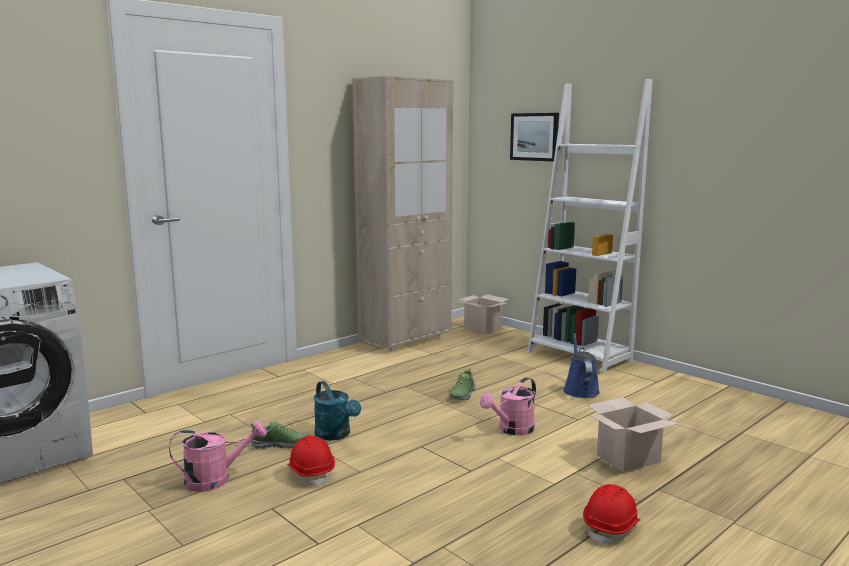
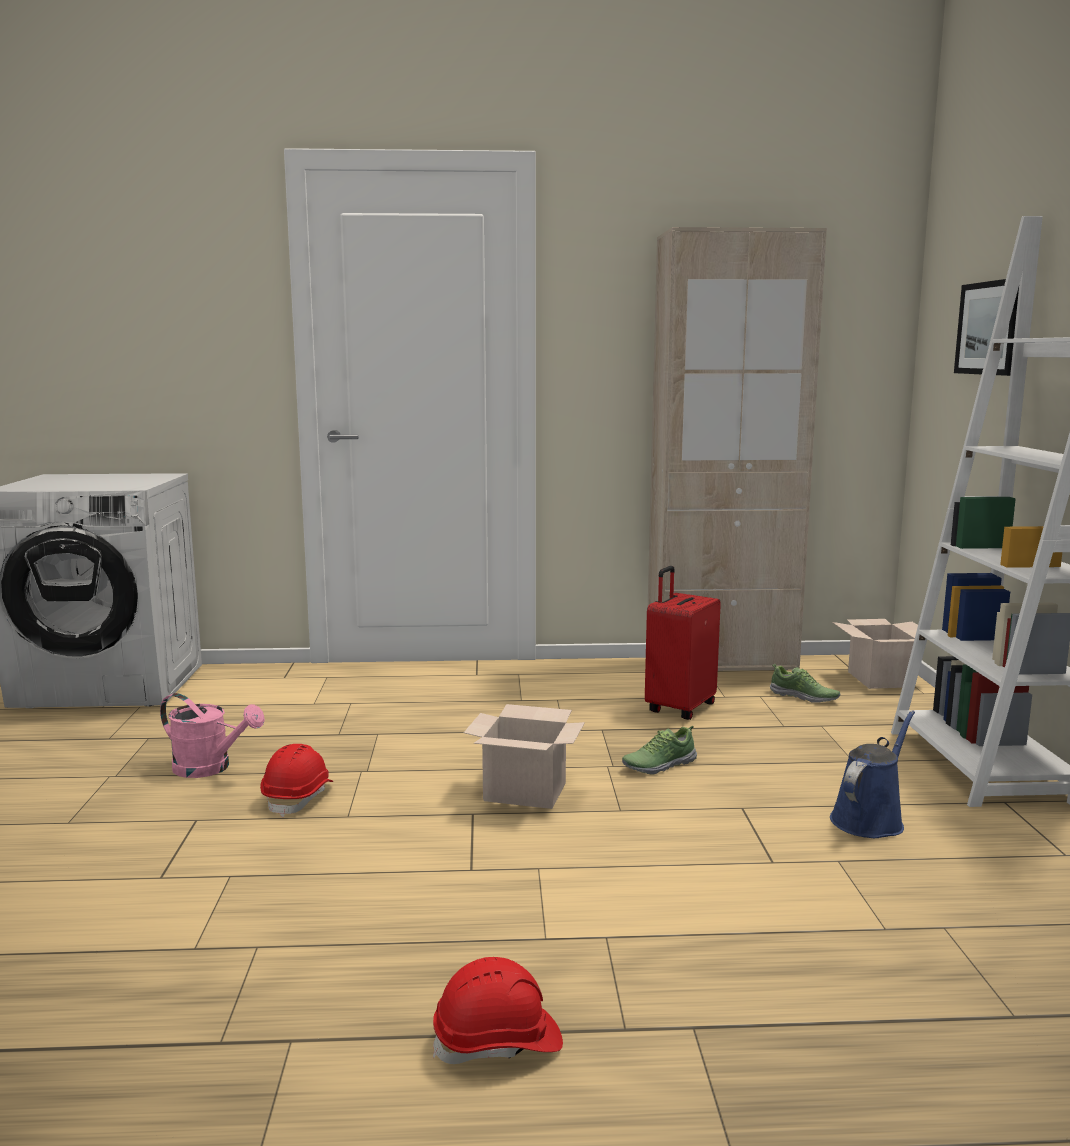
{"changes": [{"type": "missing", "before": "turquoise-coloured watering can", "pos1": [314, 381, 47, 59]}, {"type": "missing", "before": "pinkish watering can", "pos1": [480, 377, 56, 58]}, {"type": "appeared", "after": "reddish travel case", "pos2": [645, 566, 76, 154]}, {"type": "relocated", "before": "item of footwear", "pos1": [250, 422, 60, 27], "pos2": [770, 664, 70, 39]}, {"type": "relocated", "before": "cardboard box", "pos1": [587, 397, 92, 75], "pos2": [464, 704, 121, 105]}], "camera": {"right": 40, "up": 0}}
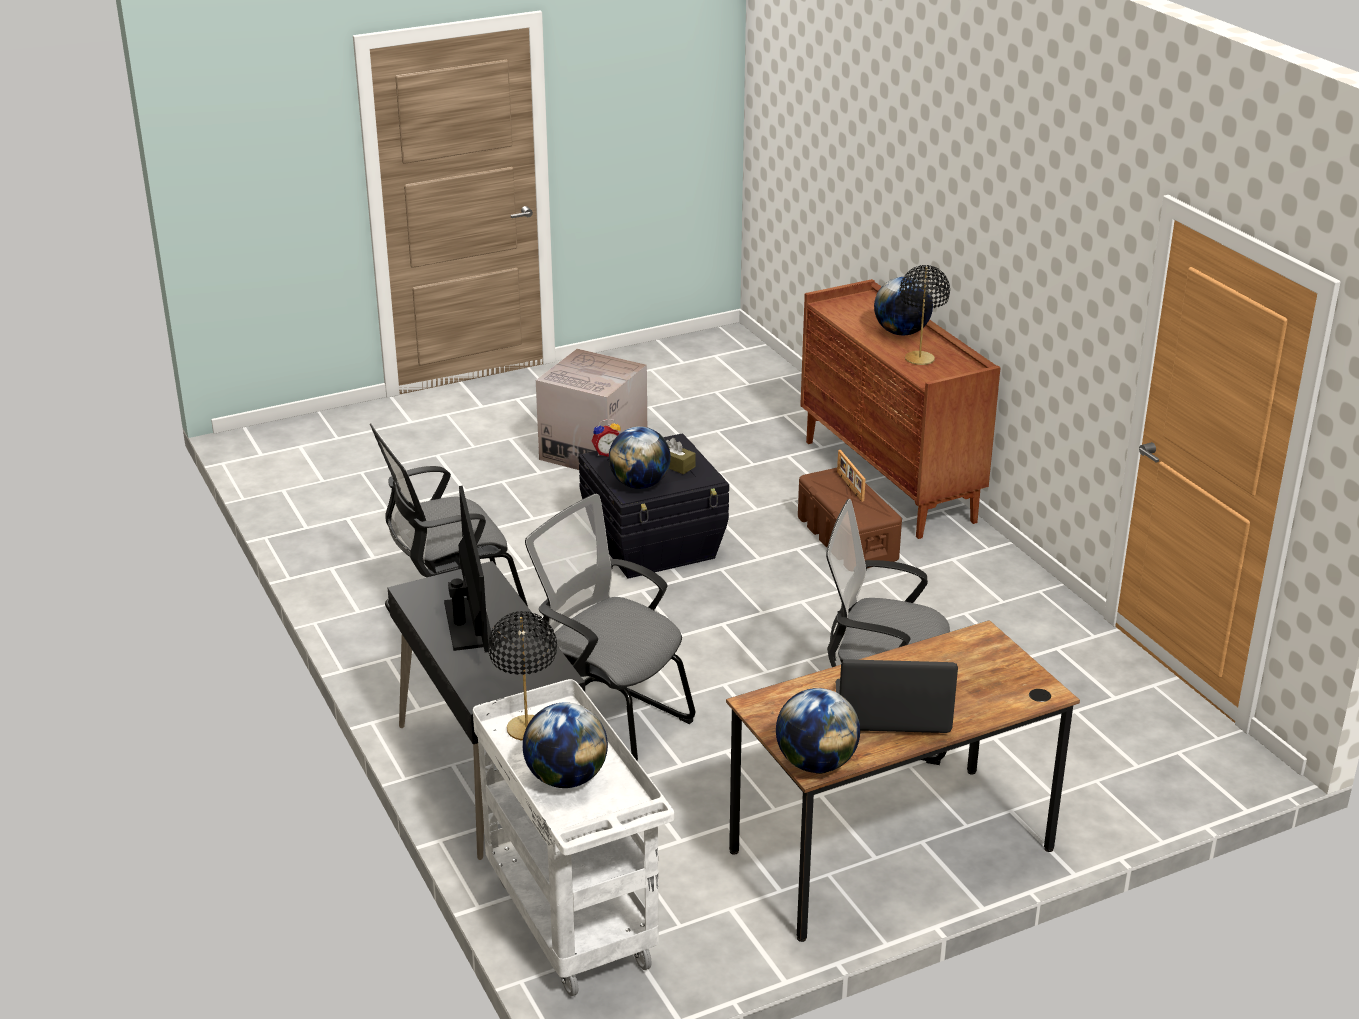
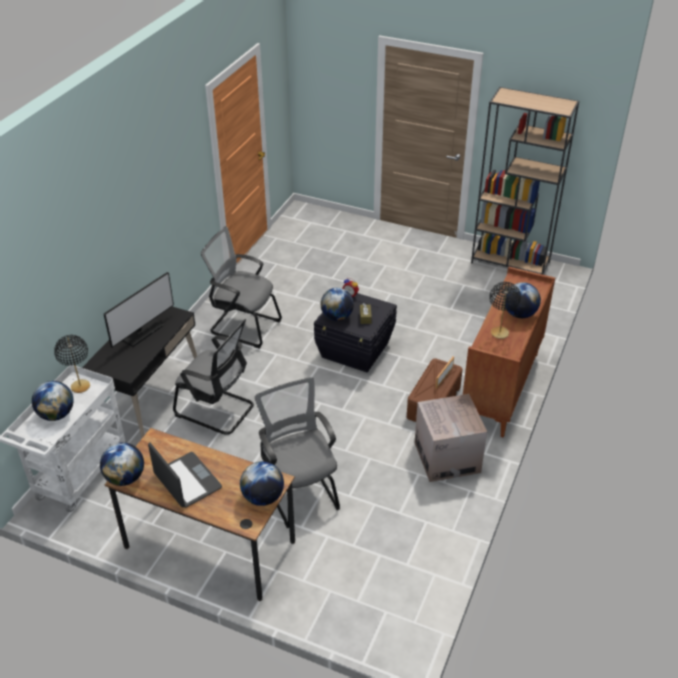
{"changes": [{"type": "appeared", "after": "desk globe", "pos2": [240, 461, 44, 45]}, {"type": "appeared", "after": "shelving unit", "pos2": [471, 87, 108, 188]}, {"type": "relocated", "before": "cardboard box", "pos1": [536, 349, 111, 121], "pos2": [415, 394, 72, 88]}, {"type": "spun", "before": "upright chair", "pos1": [525, 494, 170, 267], "pos2": [173, 319, 81, 116], "turn": 120}], "camera": {"right": 50, "up": 10}}
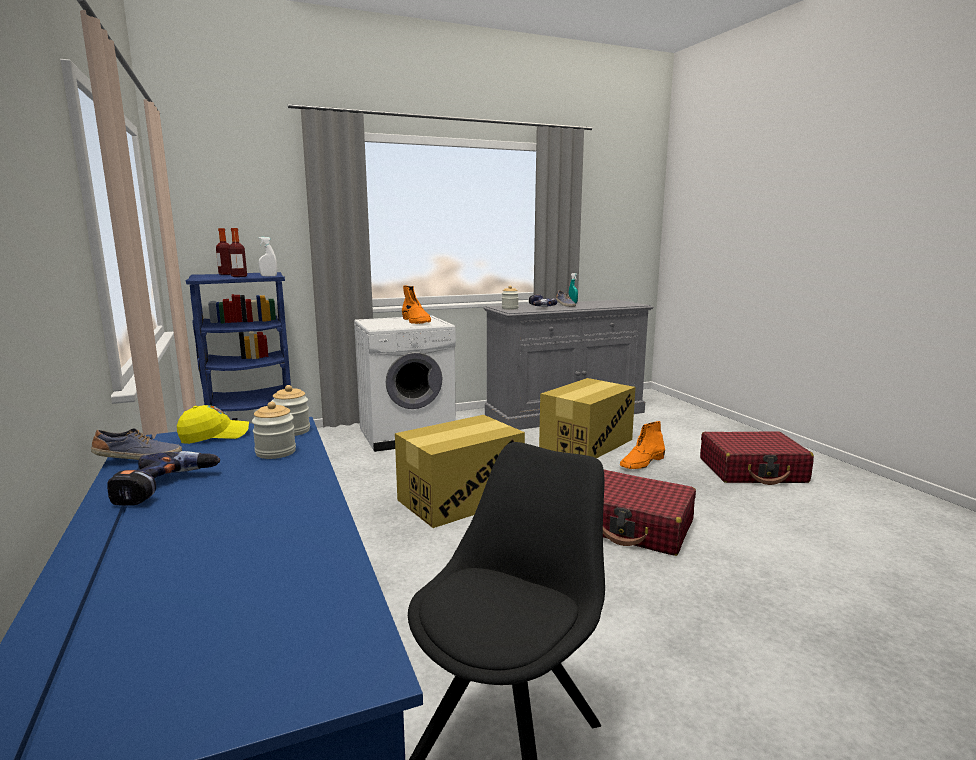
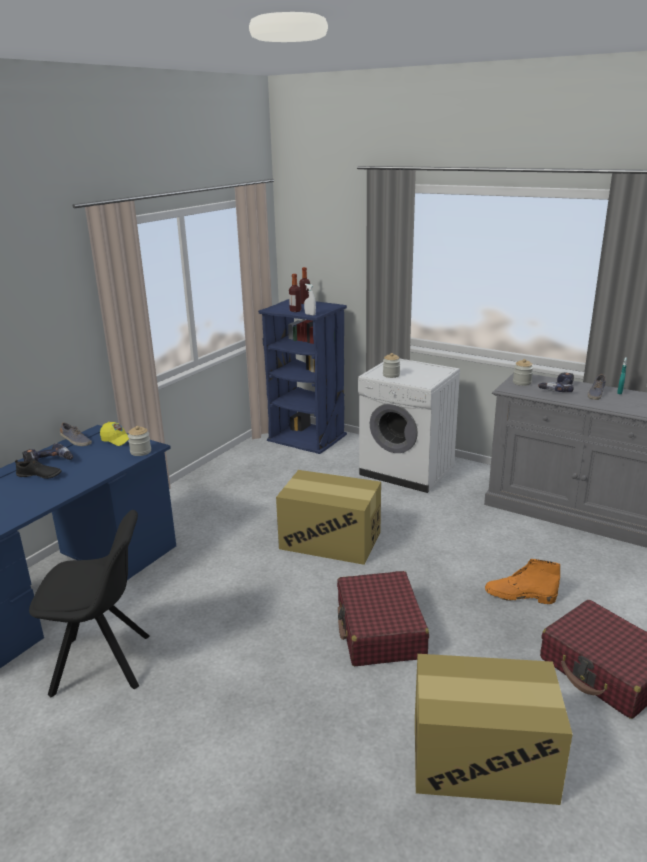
{"changes": [{"type": "missing", "before": "orange-coloured high-top boot", "pos1": [402, 285, 29, 39]}, {"type": "appeared", "after": "blackish item of footwear", "pos2": [15, 459, 47, 20]}, {"type": "relocated", "before": "jar", "pos1": [252, 402, 44, 57], "pos2": [383, 353, 17, 25]}, {"type": "relocated", "before": "cardboard box", "pos1": [539, 378, 96, 80], "pos2": [415, 654, 158, 151]}], "camera": {"right": 55, "up": 10}}
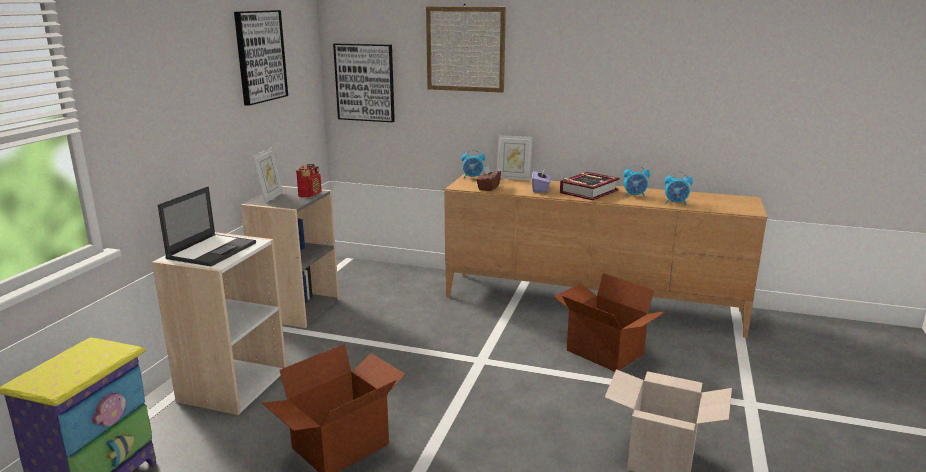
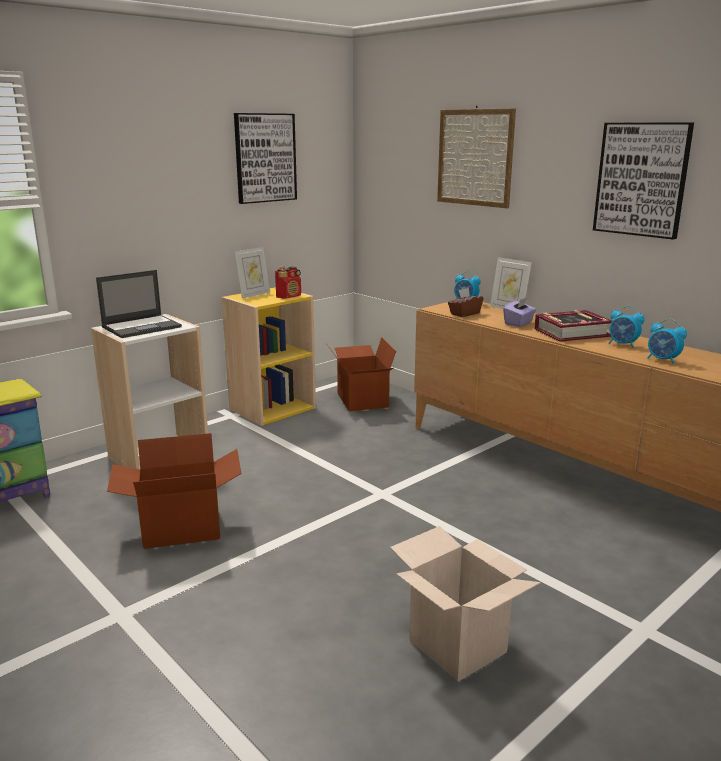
{"changes": [{"type": "relocated", "before": "wall picture", "pos1": [333, 43, 62, 79], "pos2": [593, 122, 101, 118]}, {"type": "relocated", "before": "cardboard box", "pos1": [553, 273, 114, 99], "pos2": [327, 337, 69, 74]}, {"type": "colour", "before": "gray shelving unit", "after": "yellow shelving unit", "pos1": [240, 186, 99, 142], "pos2": [222, 287, 94, 139]}], "camera": {"right": 30, "up": 0}}
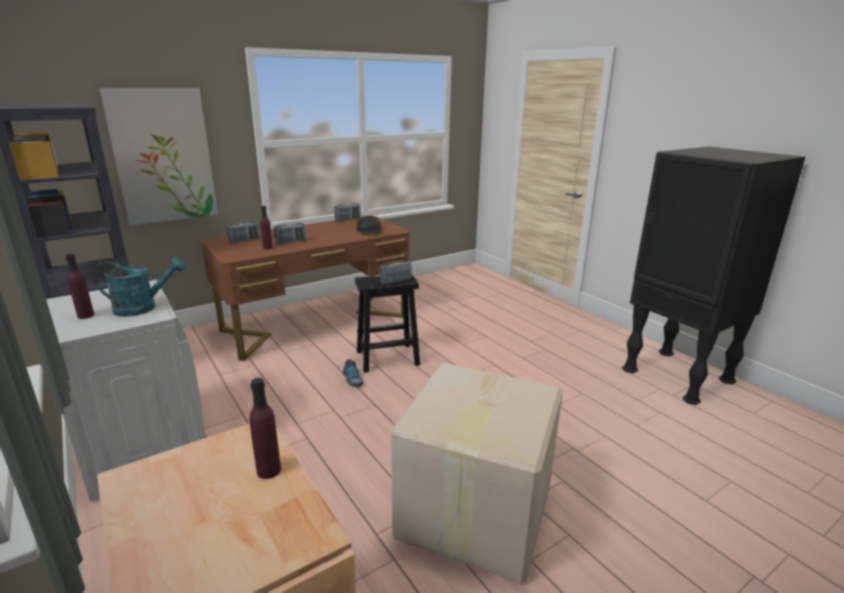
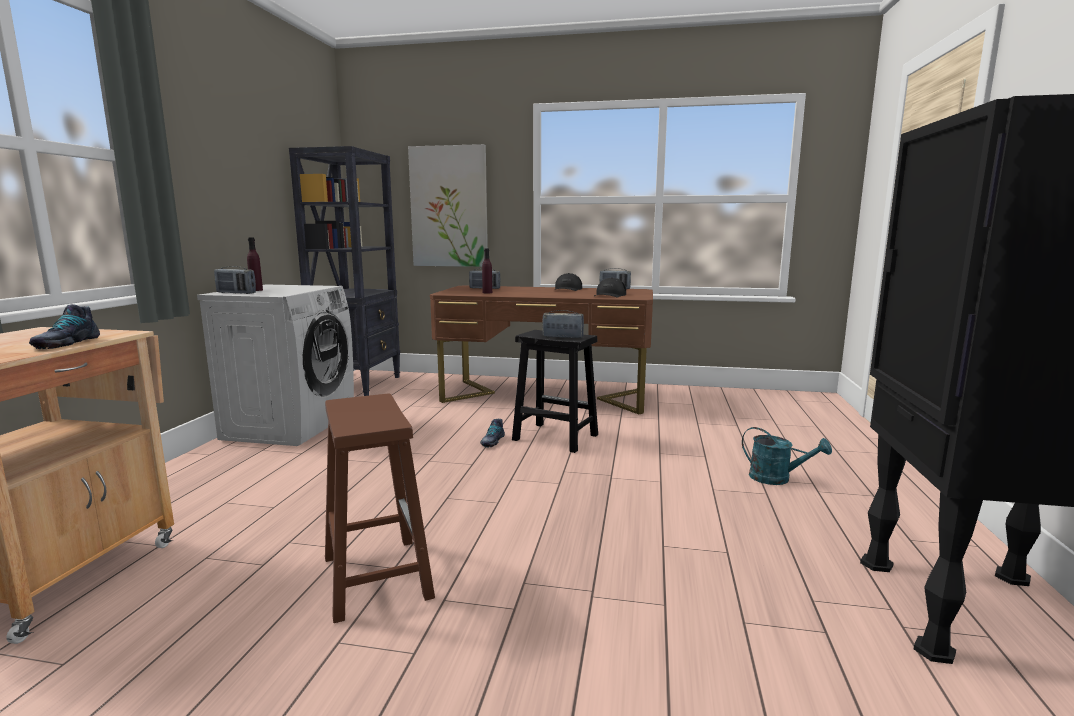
{"changes": [{"type": "appeared", "after": "blackish peaked cap", "pos2": [555, 273, 27, 18]}, {"type": "relocated", "before": "turquoise-coloured watering can", "pos1": [92, 257, 94, 60], "pos2": [742, 427, 90, 58]}, {"type": "relocated", "before": "radio receiver", "pos1": [274, 222, 32, 22], "pos2": [214, 266, 42, 28]}, {"type": "exchanged", "before": "purple bottle", "after": "item of footwear", "pos1": [250, 378, 31, 101], "pos2": [29, 304, 71, 45]}, {"type": "exchanged", "before": "cardboard box", "after": "brown stool", "pos1": [391, 363, 172, 220], "pos2": [325, 394, 110, 229]}], "camera": {"right": 45, "up": -10}}
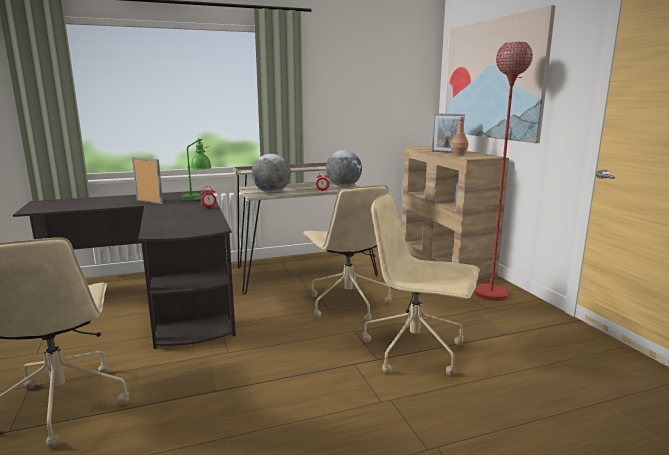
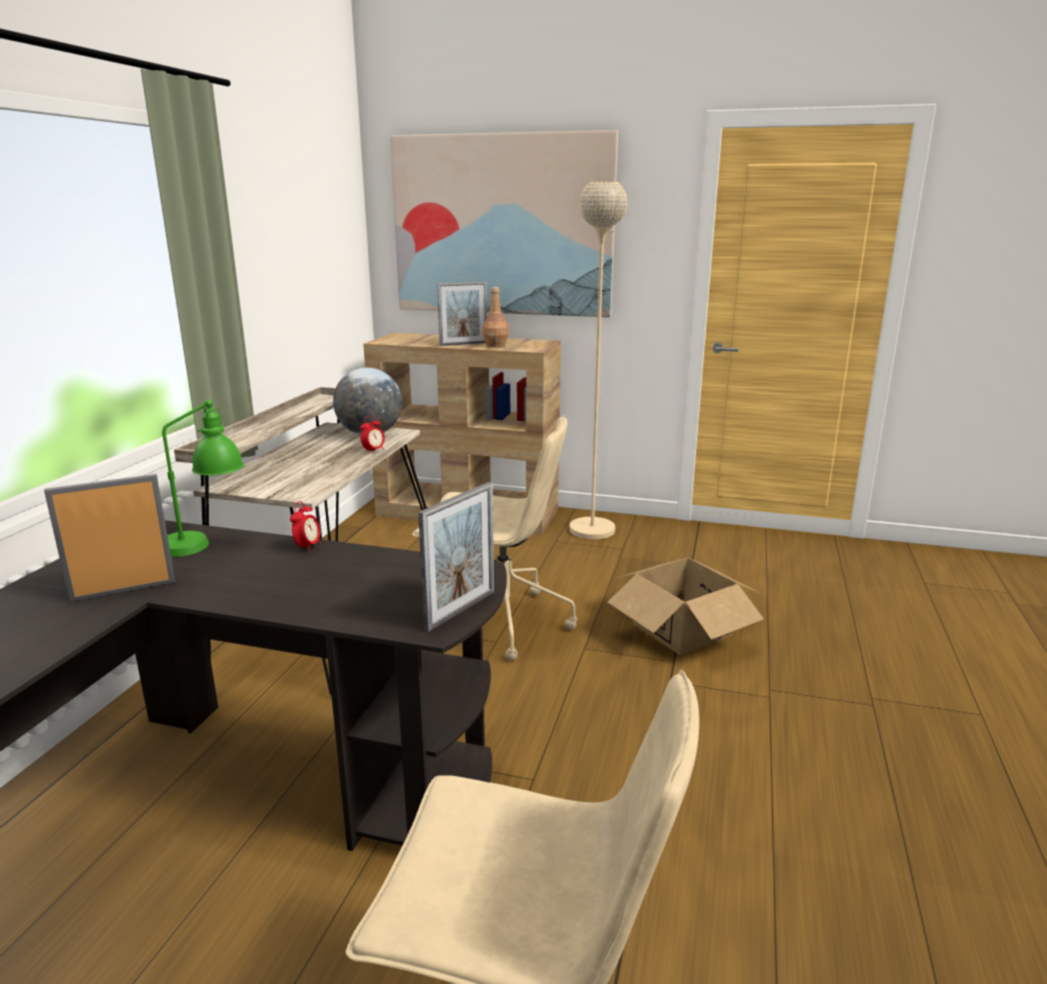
{"changes": [{"type": "missing", "before": "desk globe", "pos1": [252, 154, 39, 39]}, {"type": "appeared", "after": "photo frame", "pos2": [418, 482, 76, 150]}, {"type": "exchanged", "before": "beige desk chair", "after": "cardboard box", "pos1": [362, 193, 118, 183], "pos2": [607, 558, 157, 97]}, {"type": "colour", "before": "reddish standard lamp", "after": "beige standard lamp", "pos1": [474, 42, 59, 259], "pos2": [569, 182, 58, 358]}], "camera": {"right": -55, "up": 5}}
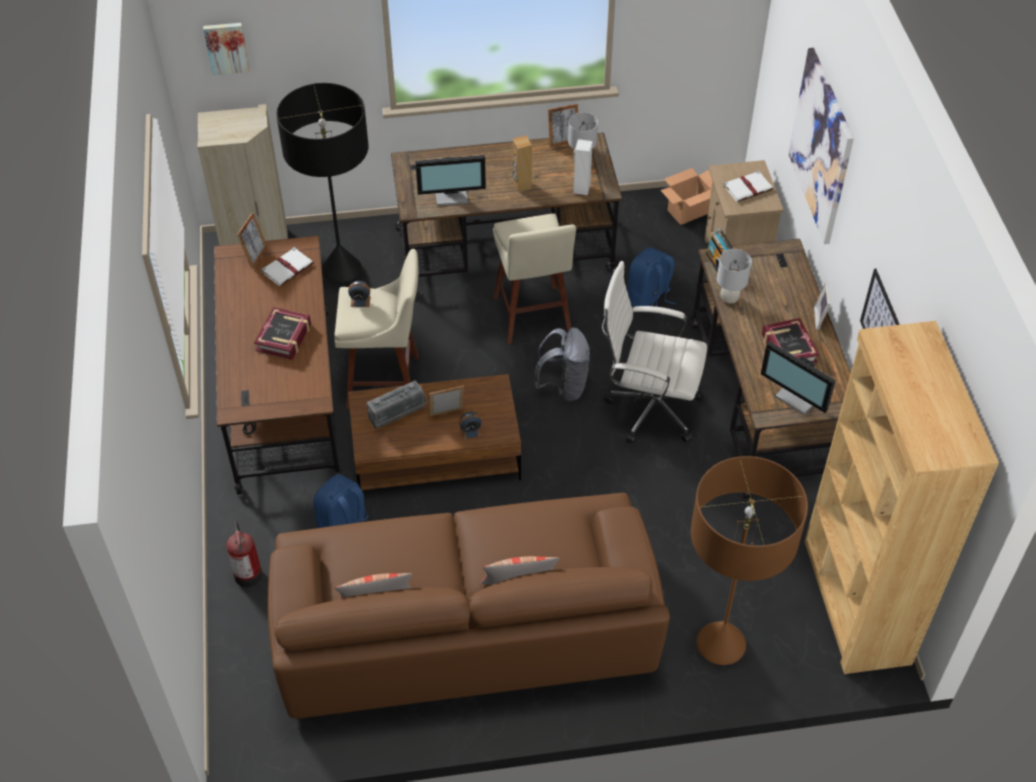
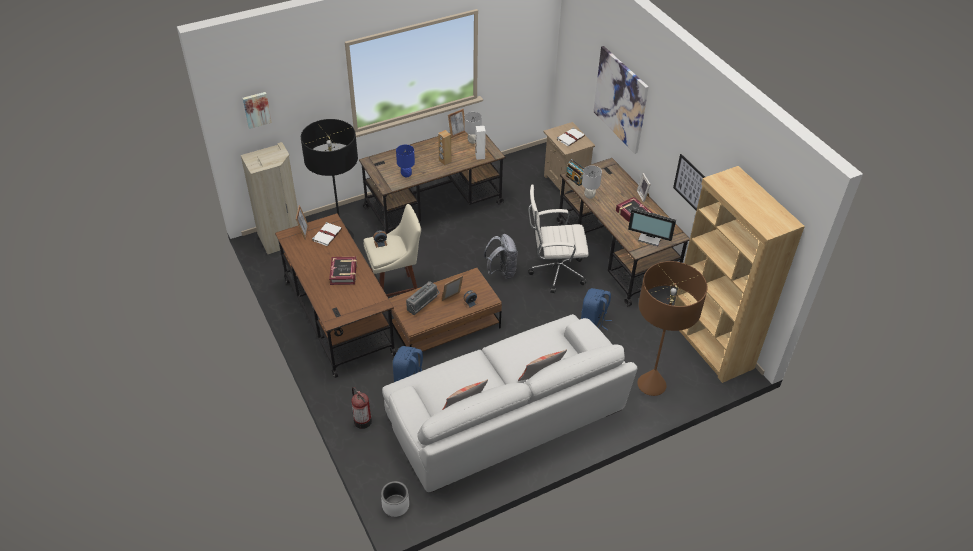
{"changes": [{"type": "missing", "before": "beige stool", "pos1": [493, 214, 83, 130]}, {"type": "missing", "before": "cardboard box", "pos1": [660, 168, 52, 57]}, {"type": "appeared", "after": "white flower pot", "pos2": [381, 481, 28, 36]}, {"type": "relocated", "before": "blue-coloured backpack", "pos1": [627, 248, 49, 67], "pos2": [581, 288, 31, 42]}, {"type": "exchanged", "before": "computer display", "after": "blue-coloured lamp for a table", "pos1": [415, 155, 71, 51], "pos2": [396, 145, 19, 32]}, {"type": "colour", "before": "brown sofa", "after": "white sofa", "pos1": [268, 493, 402, 226], "pos2": [382, 314, 256, 179]}], "camera": {"right": -20, "up": -5}}
